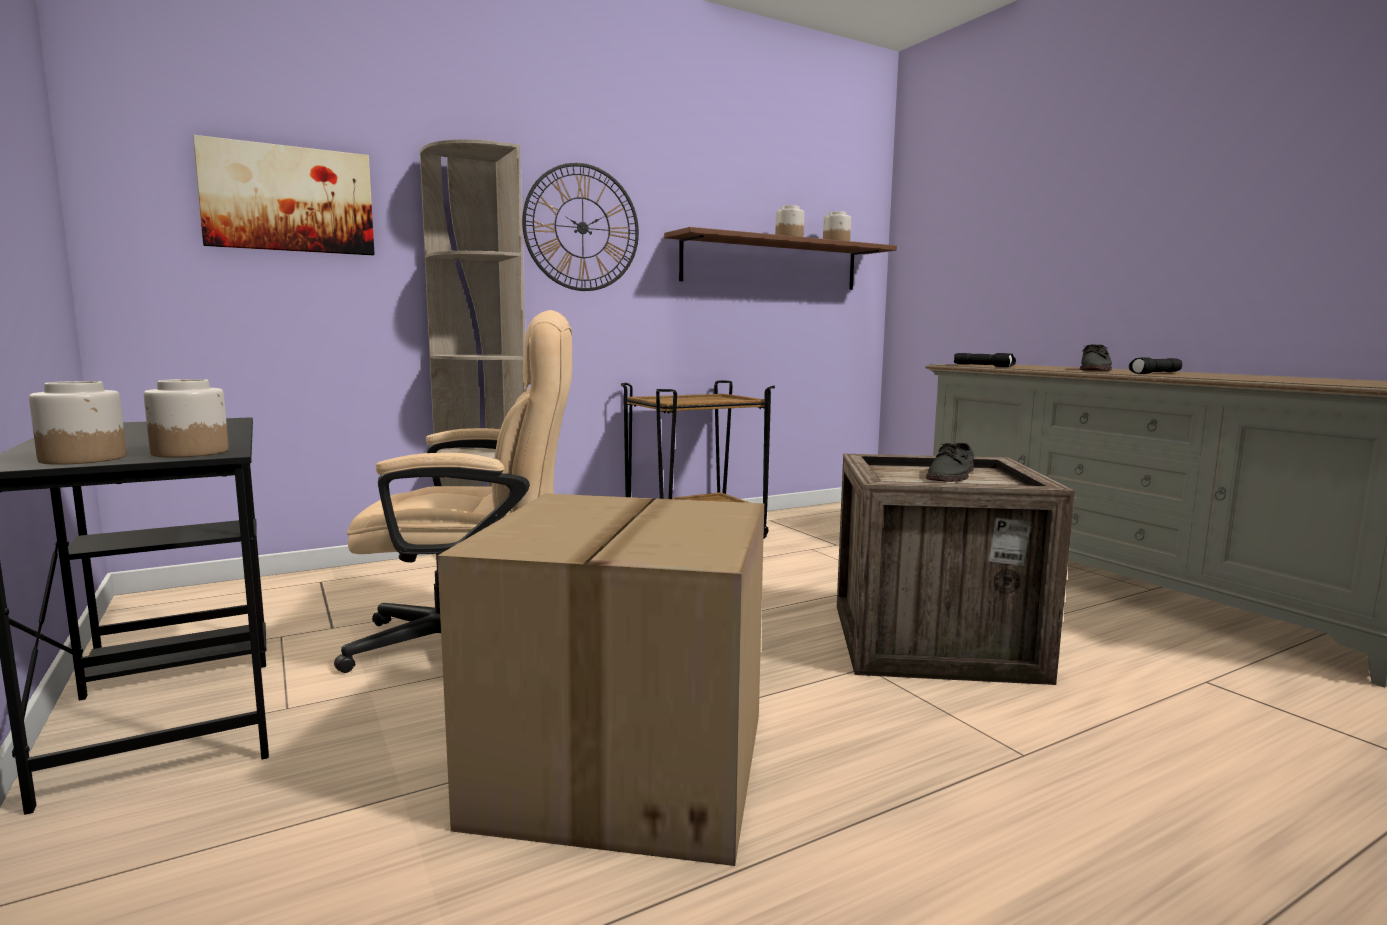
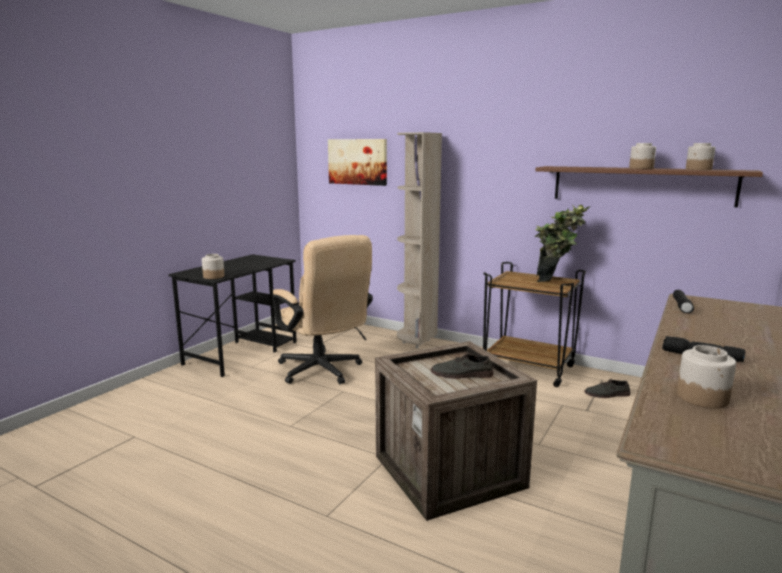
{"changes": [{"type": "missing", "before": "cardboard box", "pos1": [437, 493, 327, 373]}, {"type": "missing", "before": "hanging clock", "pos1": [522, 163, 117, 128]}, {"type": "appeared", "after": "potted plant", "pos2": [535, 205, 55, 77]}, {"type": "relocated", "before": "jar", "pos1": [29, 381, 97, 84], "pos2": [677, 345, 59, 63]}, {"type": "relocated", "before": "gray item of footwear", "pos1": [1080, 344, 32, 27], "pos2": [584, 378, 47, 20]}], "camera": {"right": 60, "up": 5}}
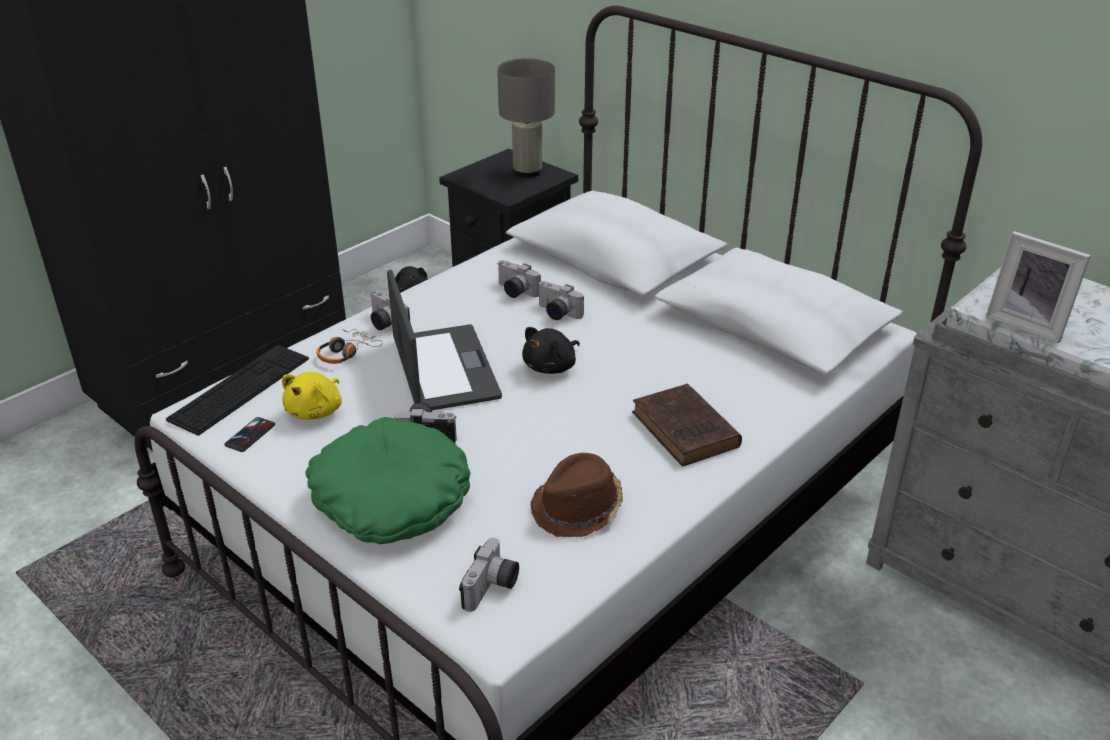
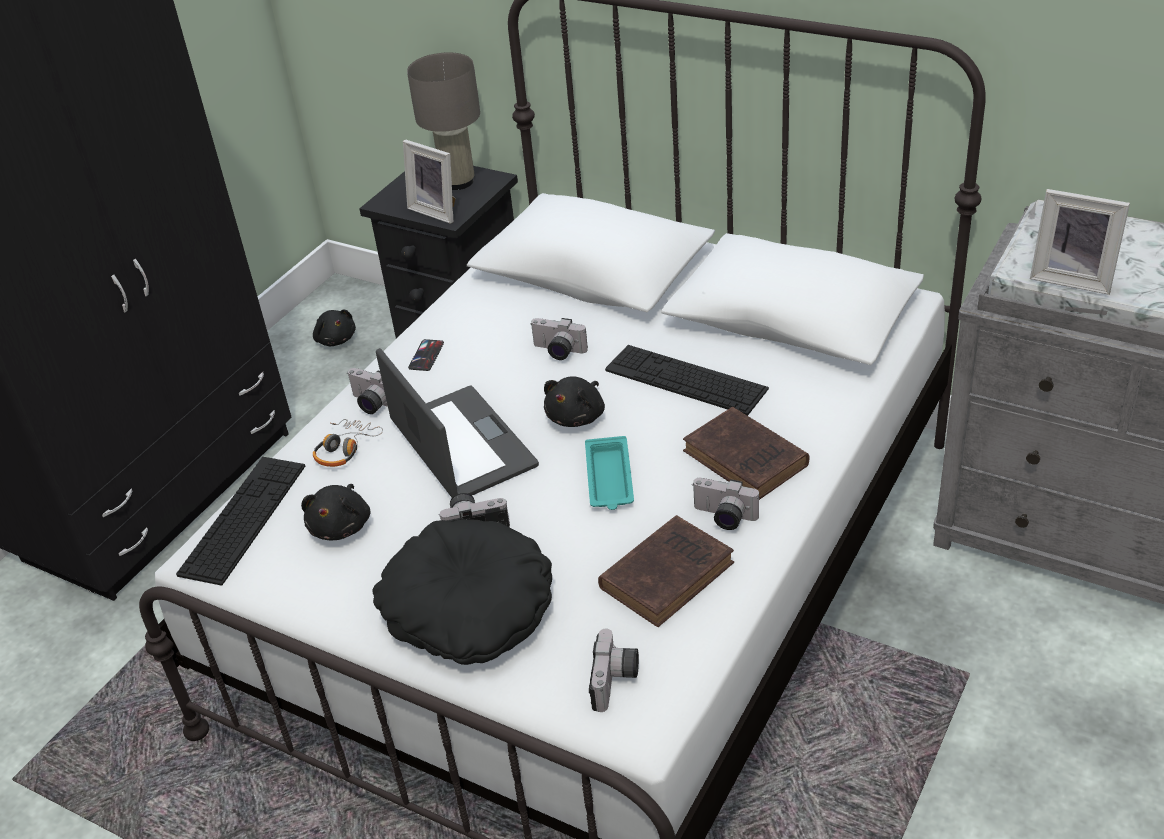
{"changes": [{"type": "appeared", "after": "photo frame", "pos2": [403, 140, 53, 84]}, {"type": "appeared", "after": "turquoise-coloured tray", "pos2": [585, 436, 49, 74]}, {"type": "appeared", "after": "keyboard", "pos2": [605, 345, 164, 71]}, {"type": "relocated", "before": "phone", "pos1": [224, 417, 51, 35], "pos2": [408, 339, 36, 32]}, {"type": "relocated", "before": "still camera", "pos1": [497, 260, 44, 38], "pos2": [693, 478, 66, 52]}, {"type": "exchanged", "before": "brown hat", "after": "brown book", "pos1": [530, 453, 93, 84], "pos2": [598, 515, 136, 112]}, {"type": "colour", "before": "yellow cuddly toy", "after": "blackish cuddly toy", "pos1": [282, 372, 60, 48], "pos2": [301, 484, 70, 57]}, {"type": "colour", "before": "green-coloured throw pillow", "after": "blackish throw pillow", "pos1": [305, 417, 165, 127], "pos2": [373, 519, 179, 146]}], "camera": {"right": -10, "up": 5}}
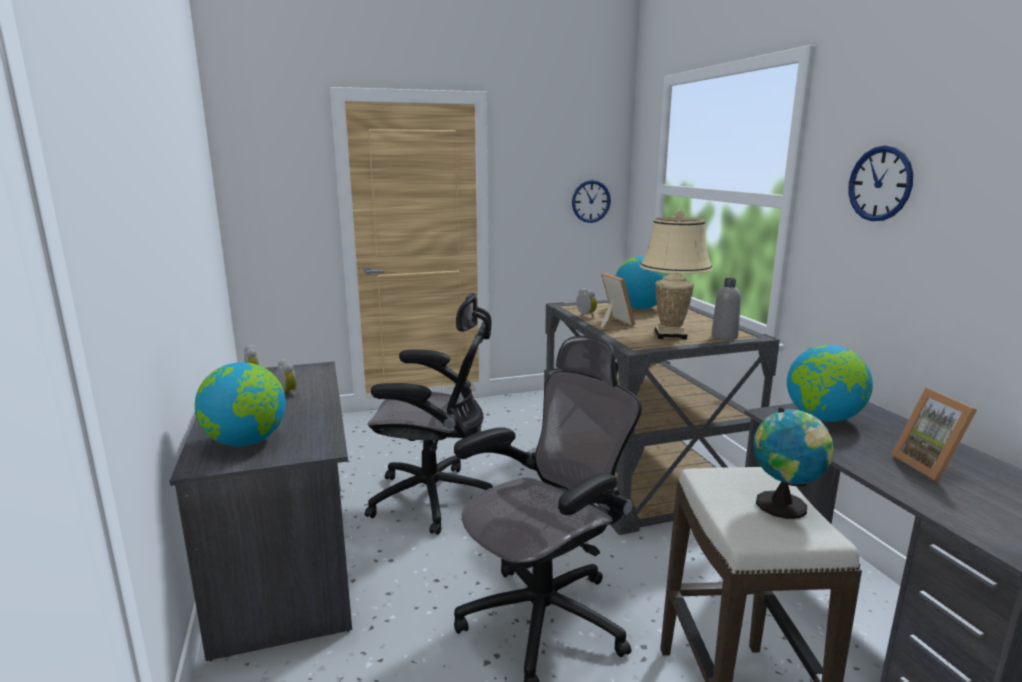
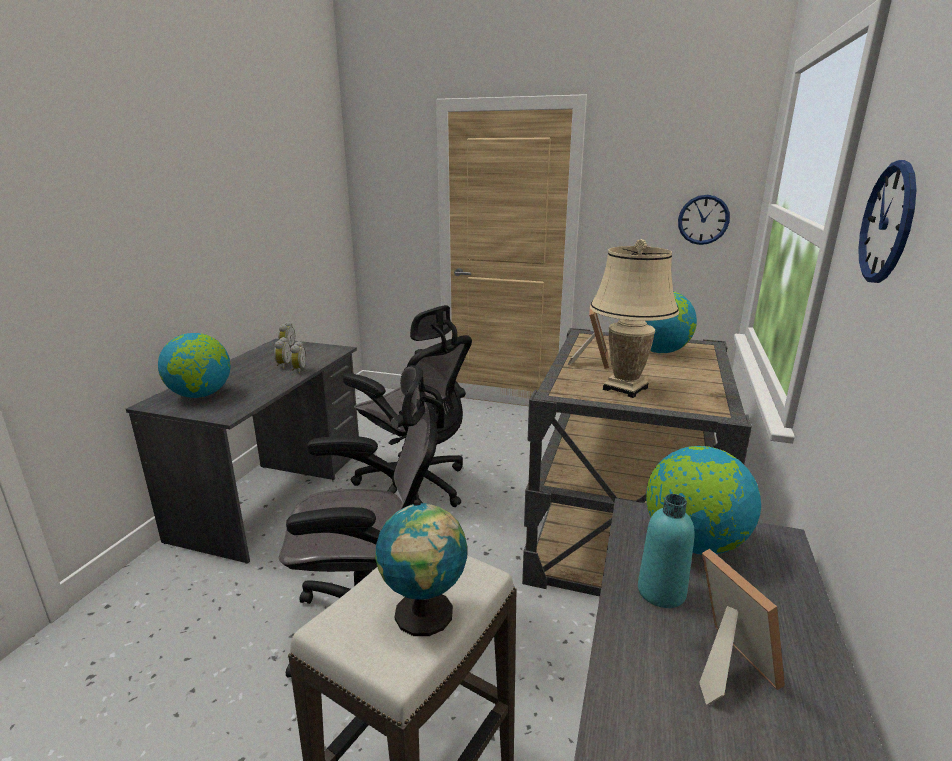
{"changes": [{"type": "missing", "before": "gray bottle", "pos1": [712, 278, 29, 62]}, {"type": "appeared", "after": "turquoise-coloured bottle", "pos2": [638, 494, 57, 114]}, {"type": "relocated", "before": "alarm clock", "pos1": [576, 288, 21, 29], "pos2": [290, 341, 16, 33]}, {"type": "spun", "before": "photo frame", "pos1": [891, 388, 86, 94], "pos2": [699, 549, 86, 156], "turn": 135}], "camera": {"right": 35, "up": 5}}
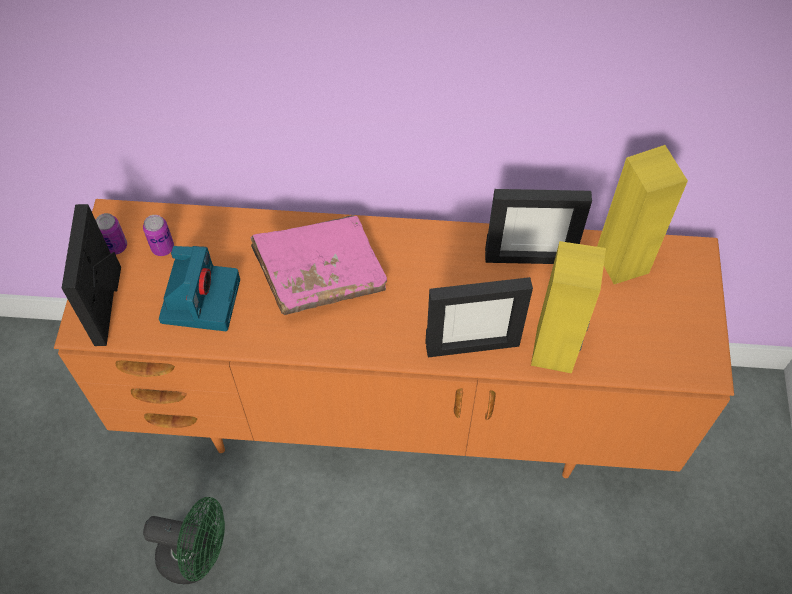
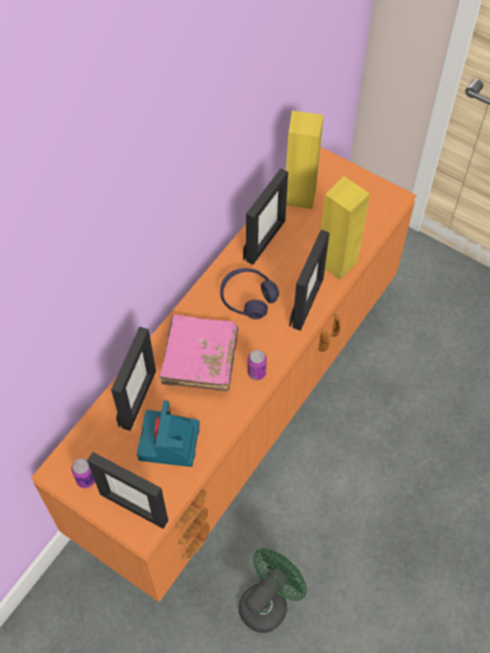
{"changes": [{"type": "appeared", "after": "photo frame", "pos2": [111, 327, 45, 104]}, {"type": "appeared", "after": "purple pair of headphones", "pos2": [220, 268, 59, 51]}, {"type": "relocated", "before": "sealed can", "pos1": [143, 215, 31, 41], "pos2": [248, 350, 19, 30]}, {"type": "spun", "before": "still camera", "pos1": [159, 246, 81, 85], "pos2": [137, 400, 63, 67], "turn": -120}], "camera": {"right": -60, "up": 0}}
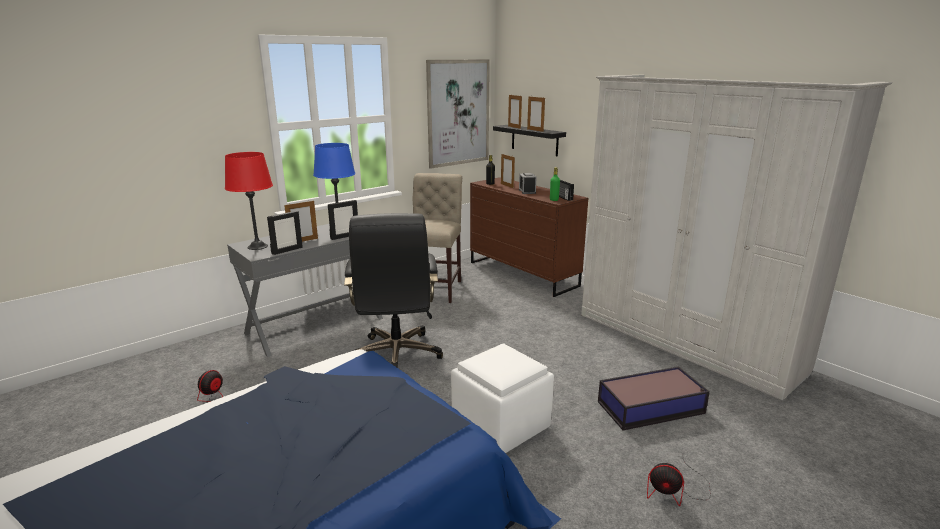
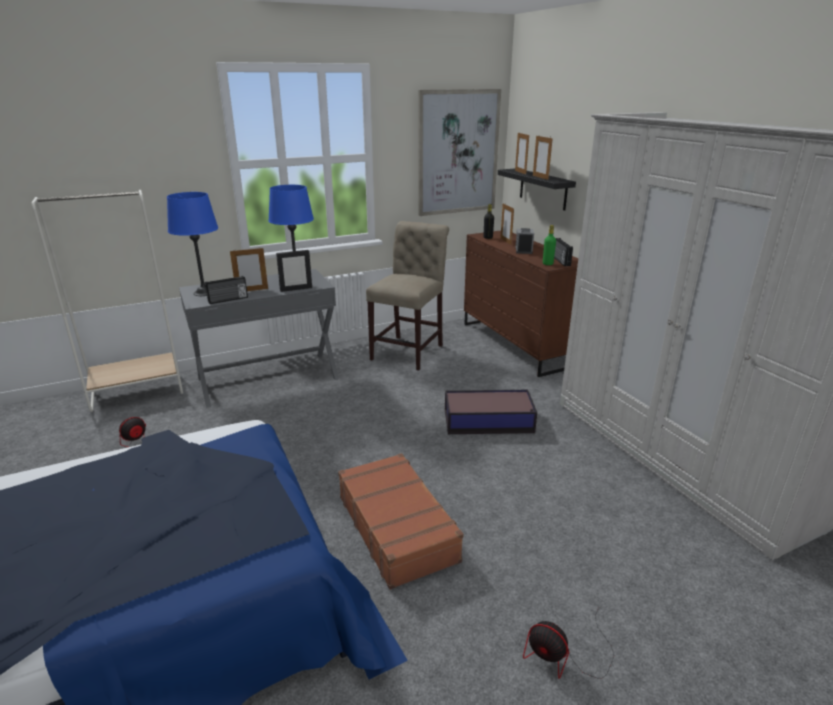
{"changes": [{"type": "missing", "before": "blackish desk chair", "pos1": [344, 213, 99, 155]}, {"type": "appeared", "after": "clothes rack", "pos2": [32, 190, 151, 222]}, {"type": "relocated", "before": "storage bin", "pos1": [598, 367, 112, 63], "pos2": [445, 390, 92, 44]}, {"type": "exchanged", "before": "photo frame", "after": "radio receiver", "pos1": [267, 211, 36, 44], "pos2": [205, 276, 43, 28]}, {"type": "exchanged", "before": "white pouffe", "after": "brown travel case", "pos1": [451, 343, 103, 110], "pos2": [338, 453, 126, 137]}, {"type": "colour", "before": "reddish lamp for a table", "after": "blue-coloured lamp for a table", "pos1": [225, 152, 48, 98], "pos2": [167, 192, 51, 104]}], "camera": {"right": 15, "up": 5}}
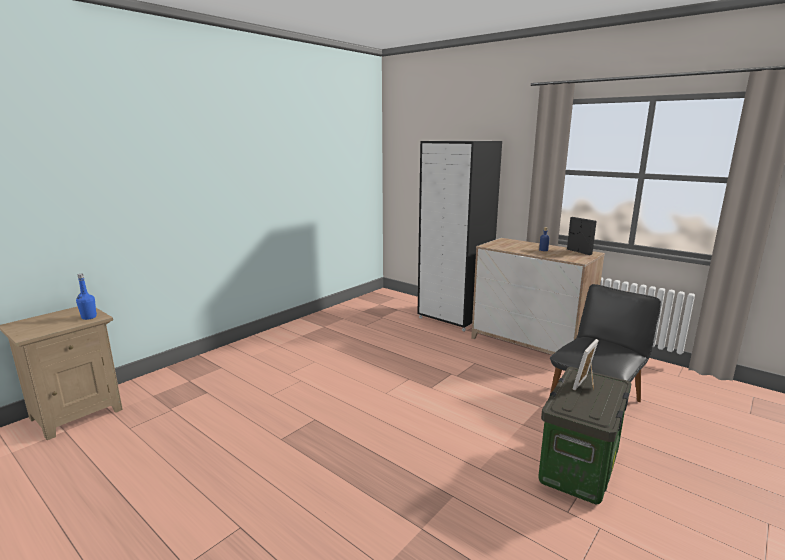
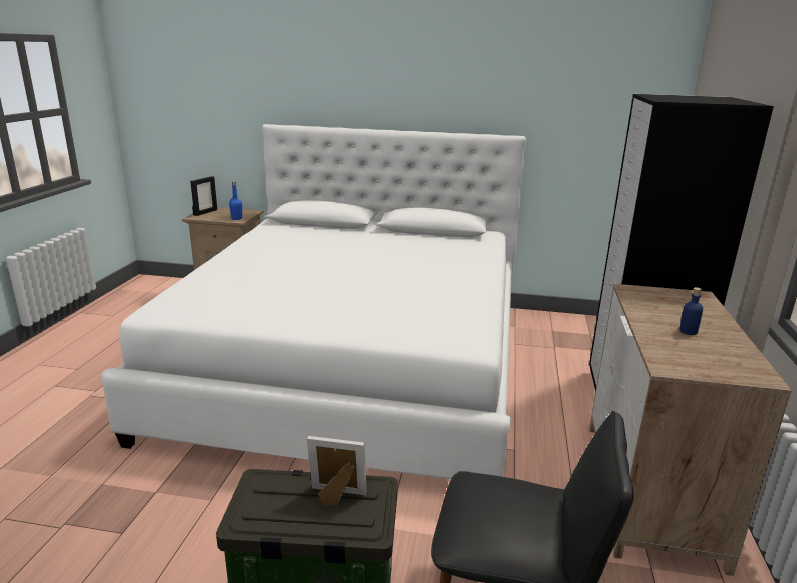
{"changes": [{"type": "appeared", "after": "white bed", "pos2": [101, 124, 425, 355]}, {"type": "relocated", "before": "photo frame", "pos1": [567, 217, 30, 38], "pos2": [190, 176, 27, 40]}], "camera": {"right": 60, "up": 5}}
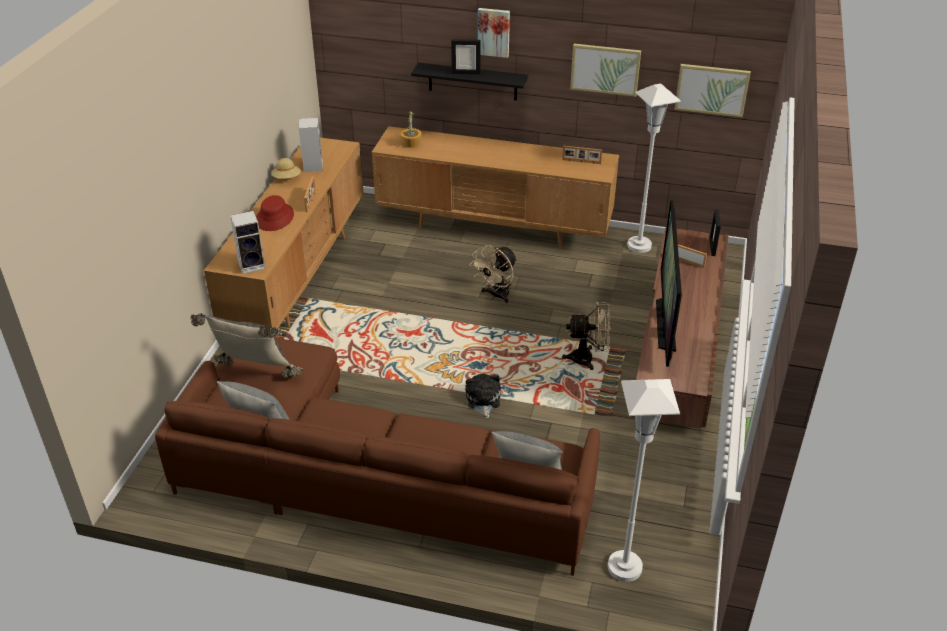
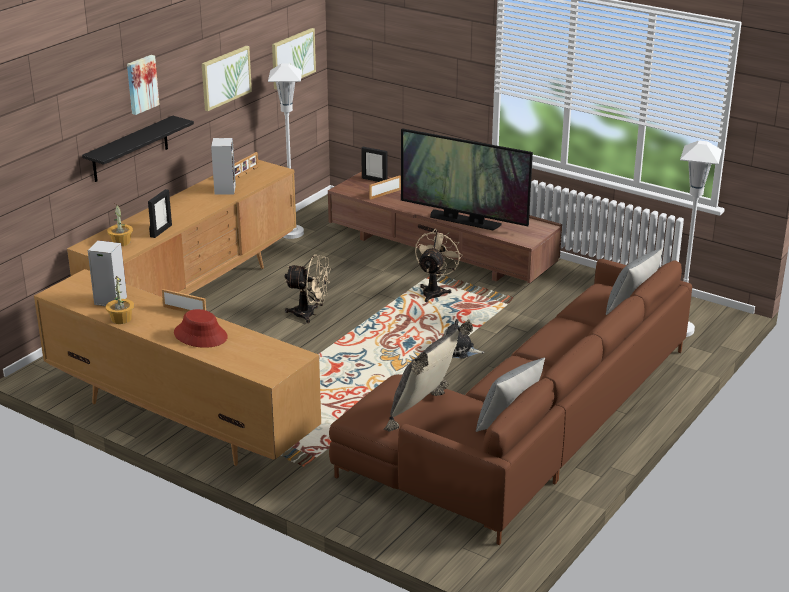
{"changes": [{"type": "relocated", "before": "audio speaker", "pos1": [230, 211, 35, 63], "pos2": [211, 138, 25, 57]}, {"type": "relocated", "before": "photo frame", "pos1": [451, 39, 30, 35], "pos2": [148, 189, 24, 49]}, {"type": "exchanged", "before": "beige hat", "after": "potted plant", "pos1": [271, 158, 30, 21], "pos2": [106, 276, 28, 48]}, {"type": "spun", "before": "beige electric fan", "pos1": [470, 245, 47, 58], "pos2": [285, 254, 46, 69], "turn": -45}], "camera": {"right": -70, "up": -10}}
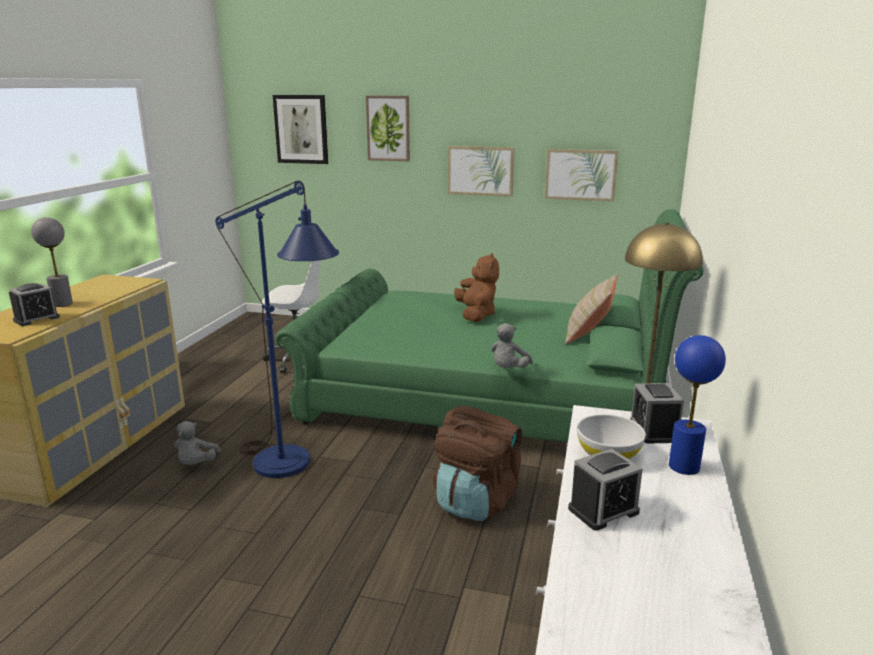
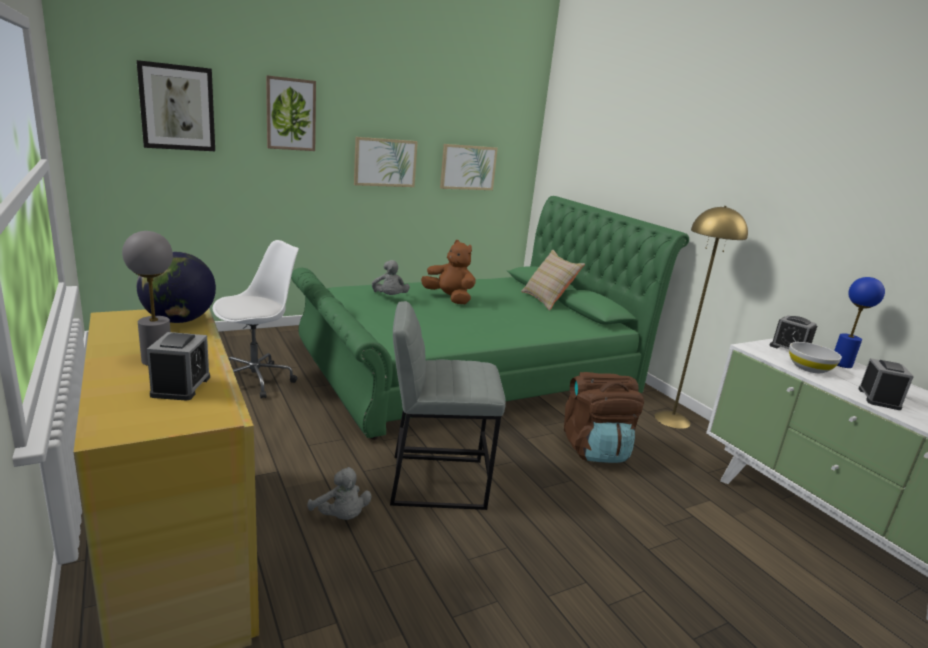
{"changes": [{"type": "appeared", "after": "desk globe", "pos2": [137, 252, 79, 71]}, {"type": "relocated", "before": "gray cuddly toy", "pos1": [491, 323, 42, 45], "pos2": [372, 260, 38, 35]}, {"type": "exchanged", "before": "blue-coloured standard lamp", "after": "gray upright chair", "pos1": [216, 180, 123, 298], "pos2": [390, 301, 116, 209]}], "camera": {"right": -45, "up": 0}}
